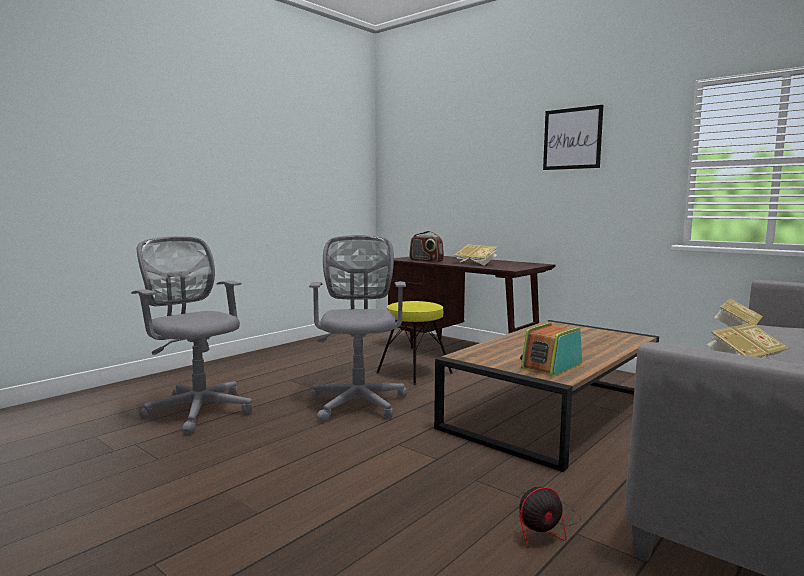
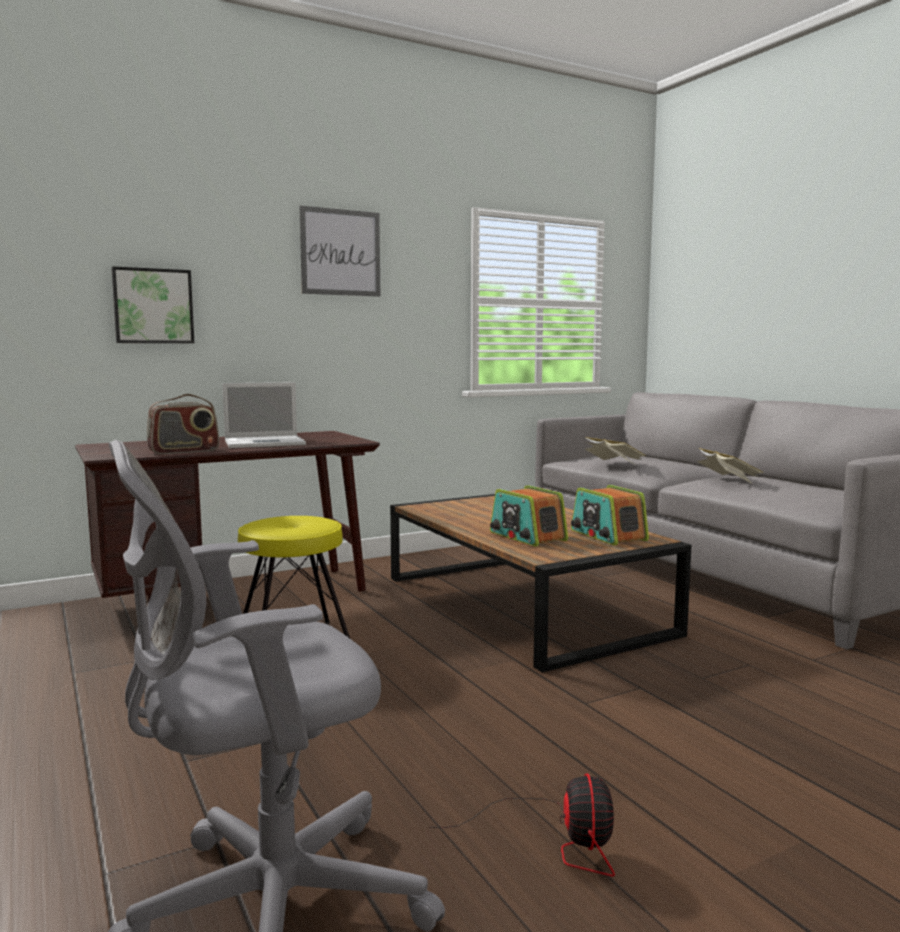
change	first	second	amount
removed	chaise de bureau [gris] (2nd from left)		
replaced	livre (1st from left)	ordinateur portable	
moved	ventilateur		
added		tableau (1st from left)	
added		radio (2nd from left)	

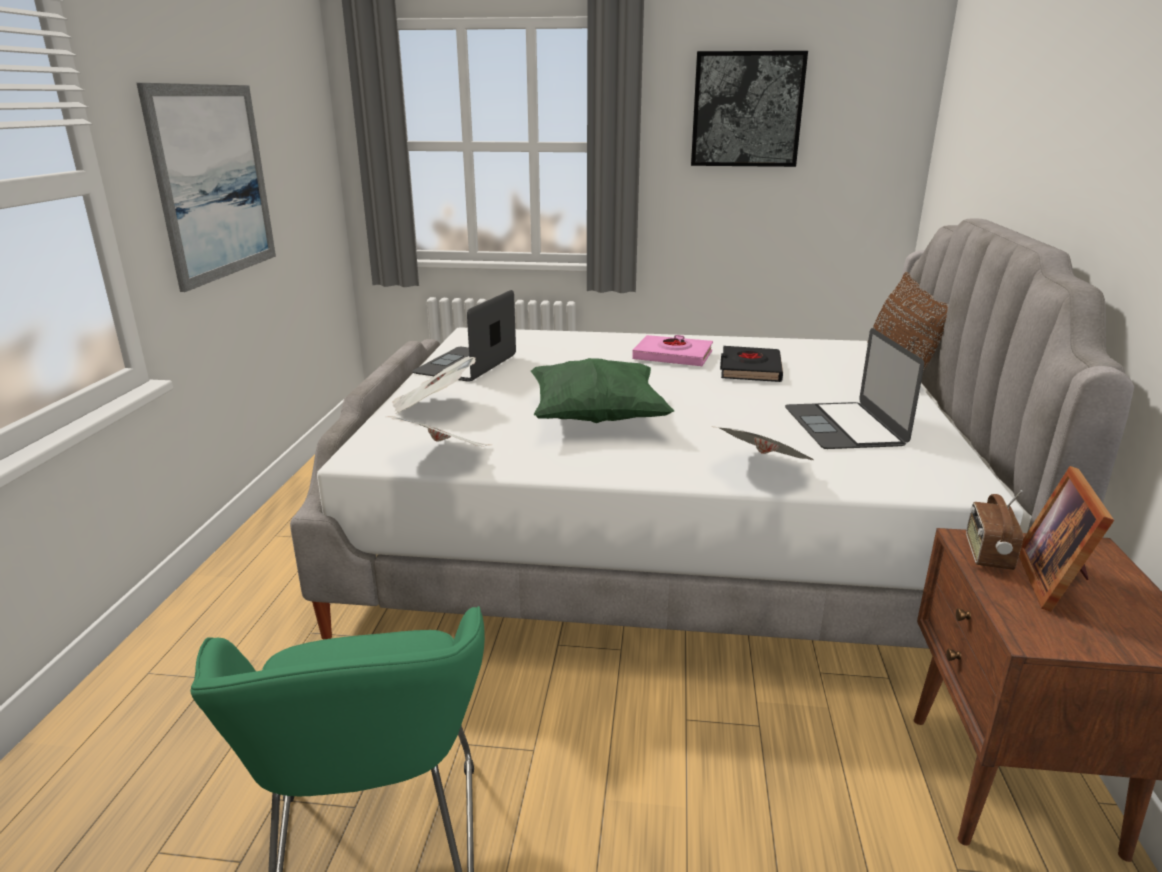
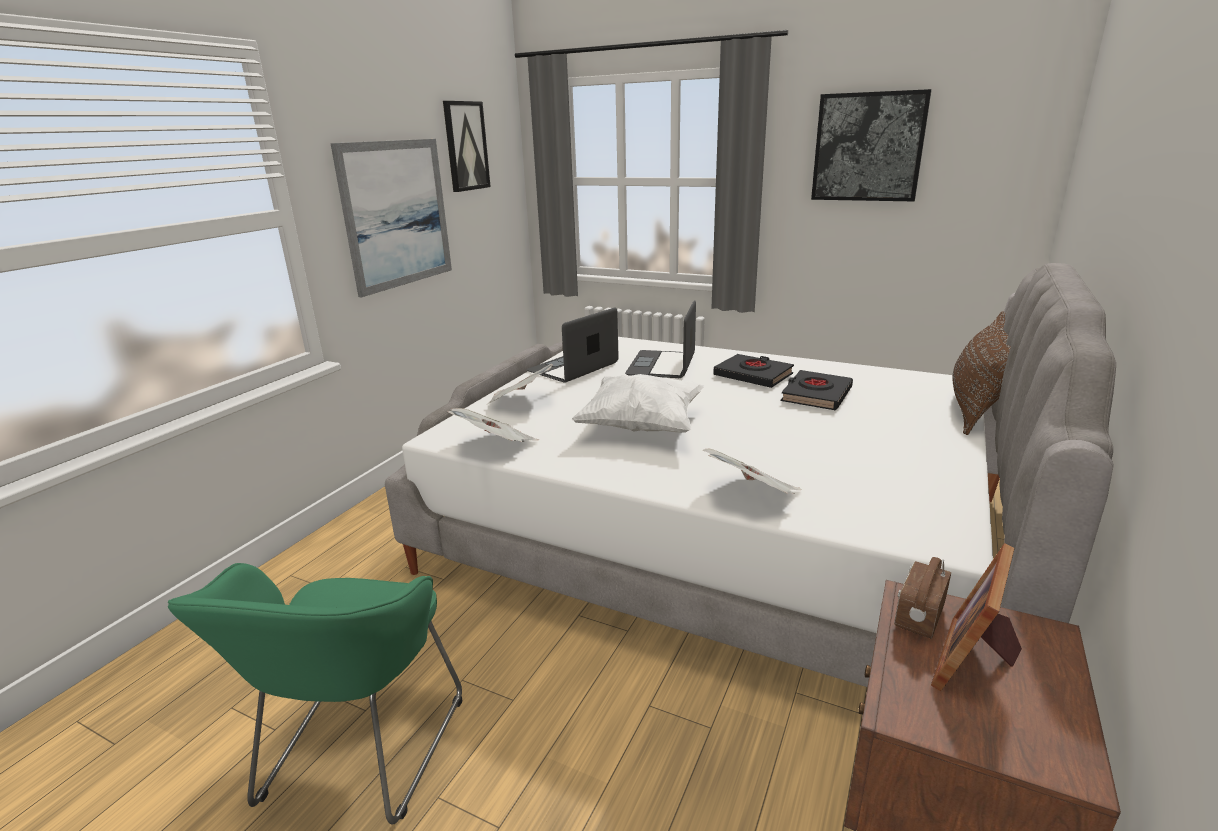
change	first	second	amount
moved	ordinateur portable (2nd from left)		
recoloured	livre [rose]	livre [noir] (1st from left)	
recoloured	coussin [vert]	coussin [blanc]	
added		tableau (2nd from left)	

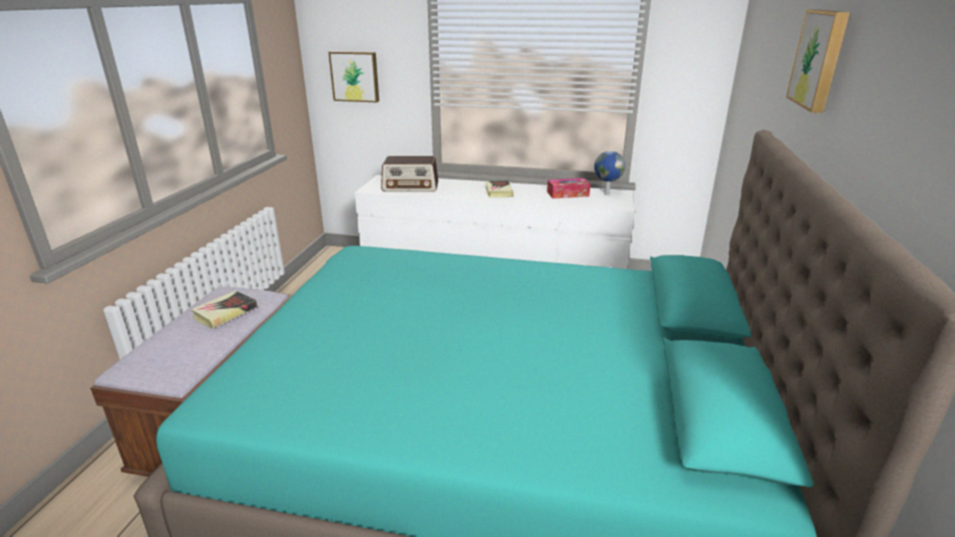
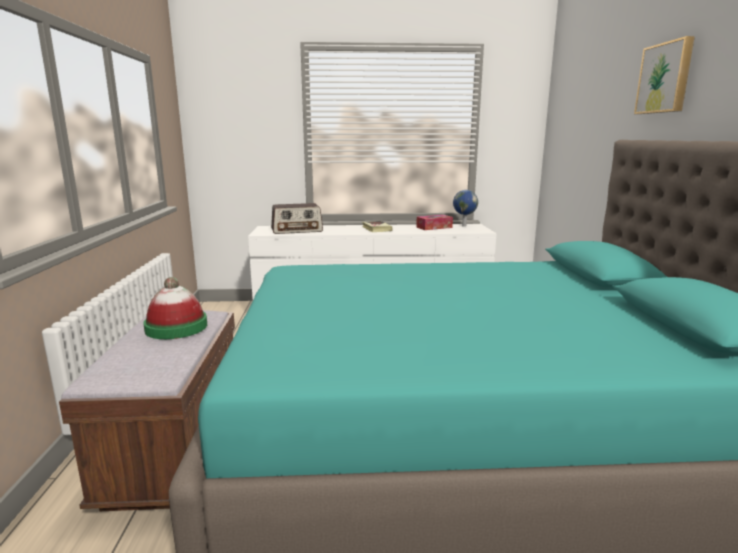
change	first	second	amount
removed	tableau (1st from left)		
replaced	livre (1st from left)	chapeau	

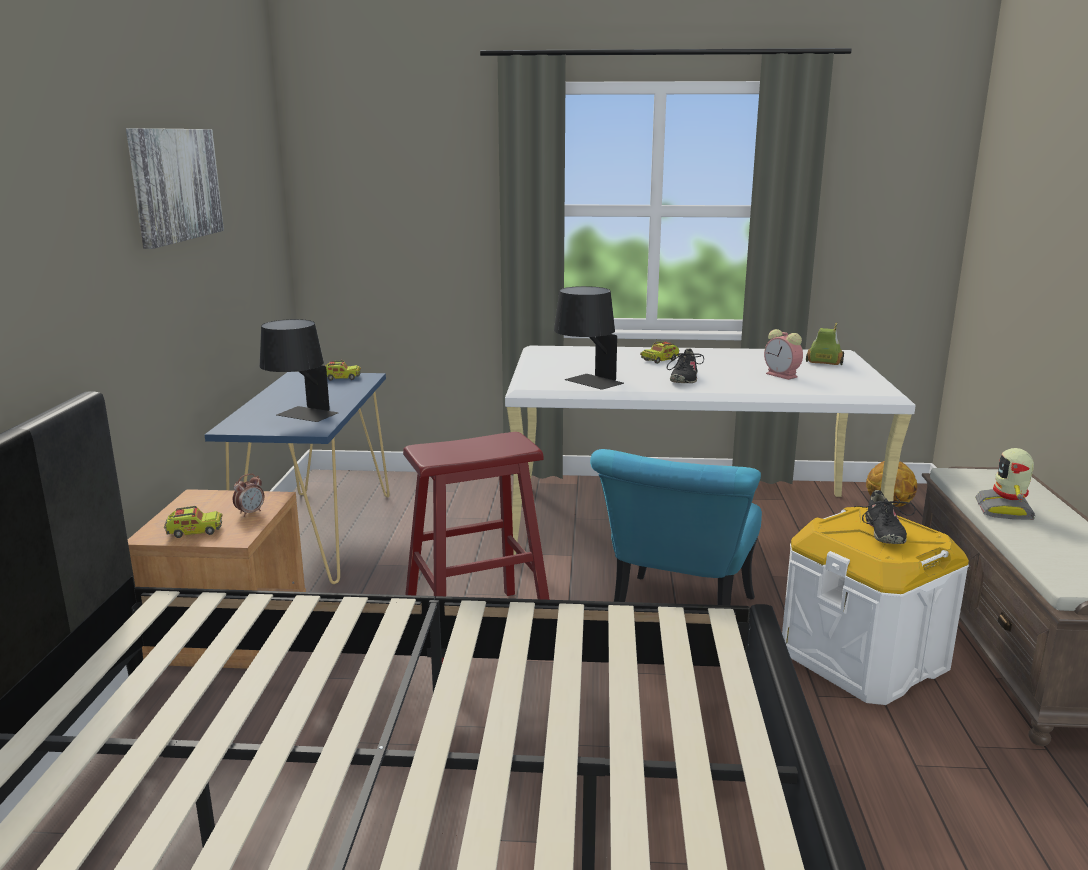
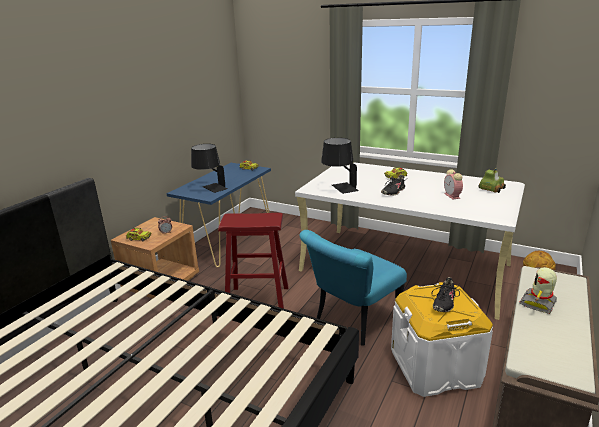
change	first	second	amount
removed	tableau		

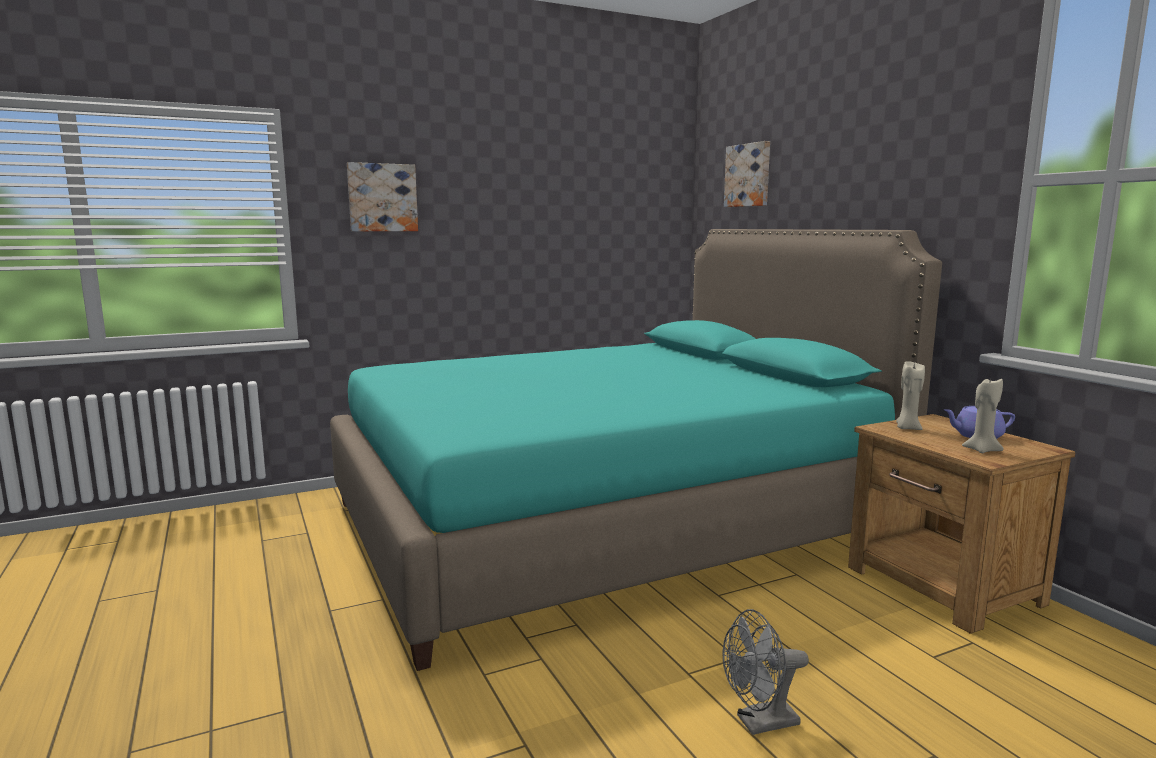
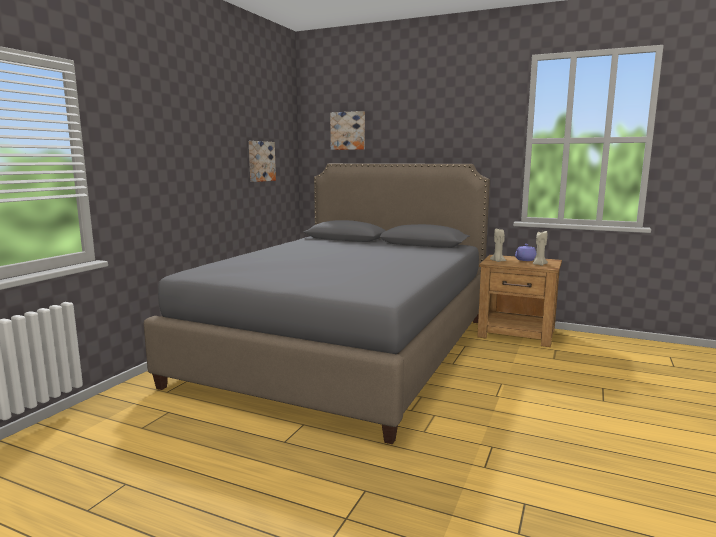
change	first	second	amount
moved	tableau (1st from left)		
recoloured	lit [turquoise]	lit [gris]	
removed	ventilateur [gris]		

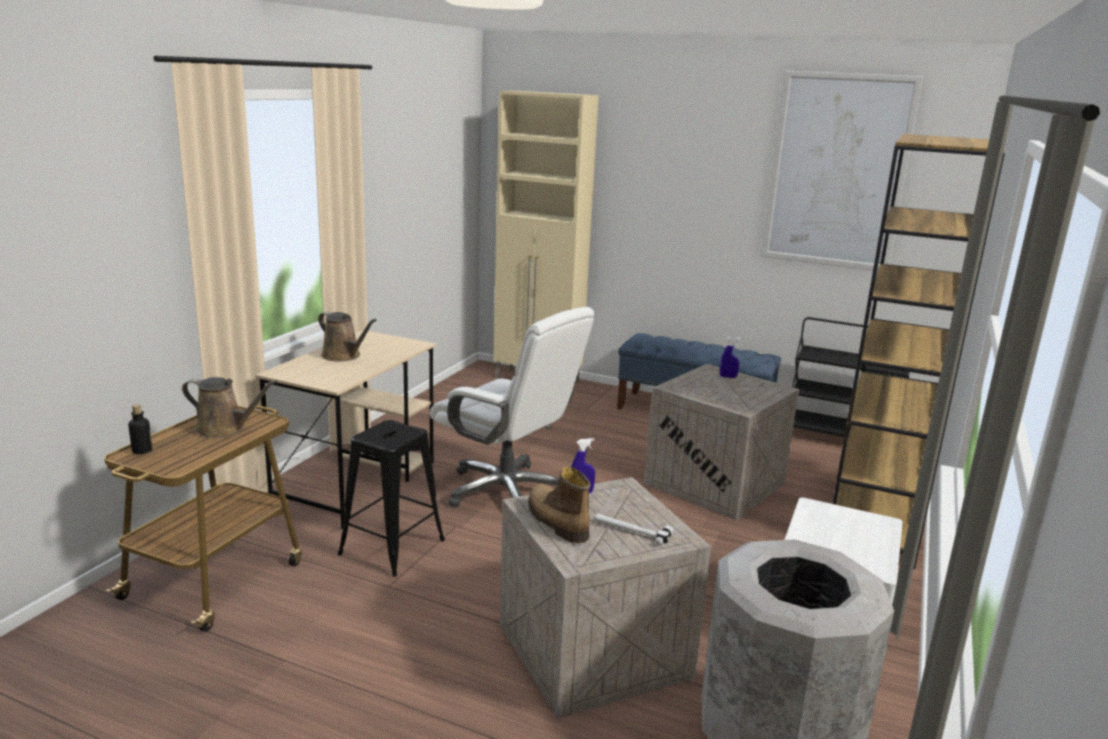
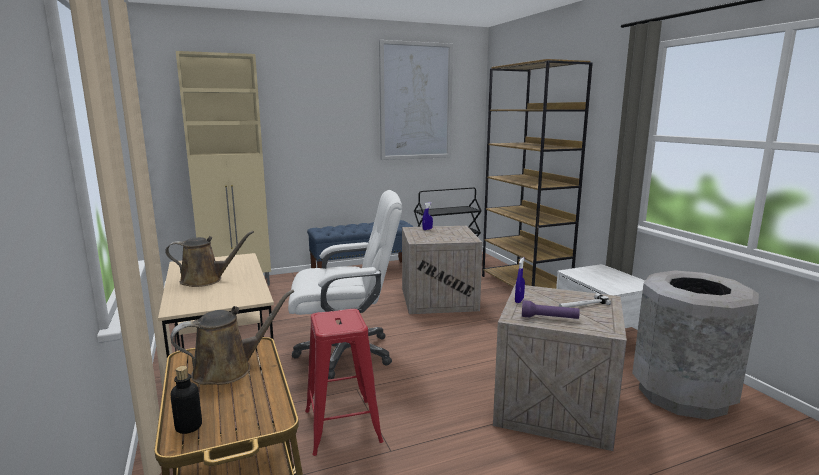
change	first	second	amount
recoloured	tabouret [noir]	tabouret [rouge]	
replaced	botte	lampe de poche [violet]	

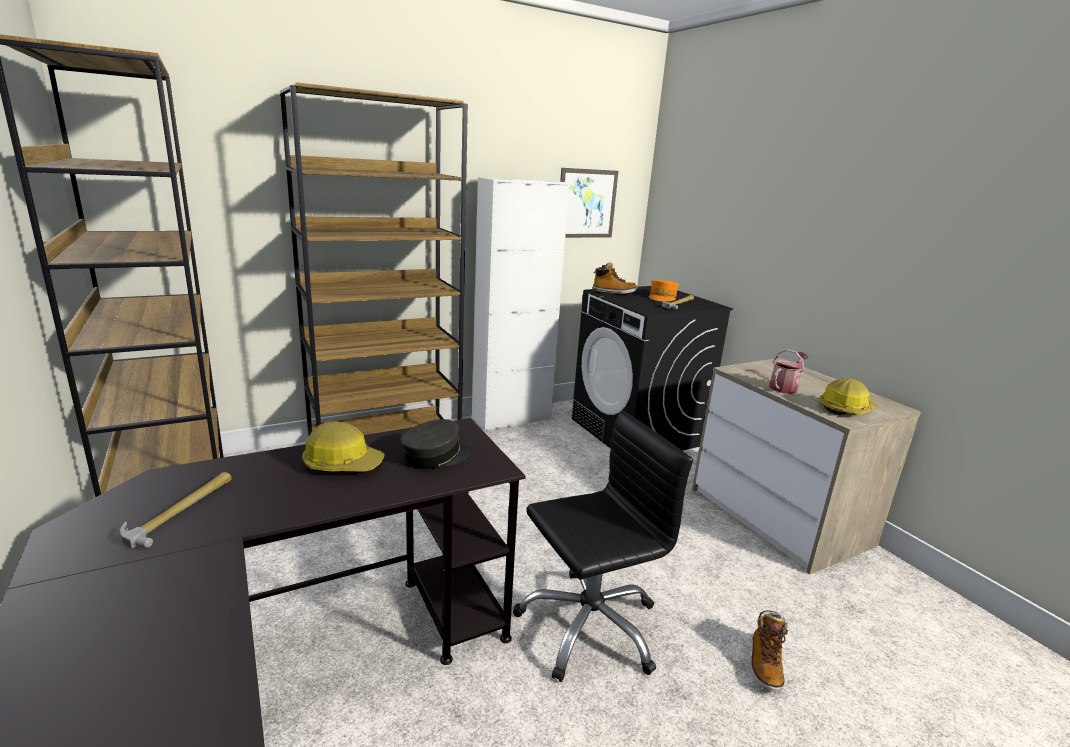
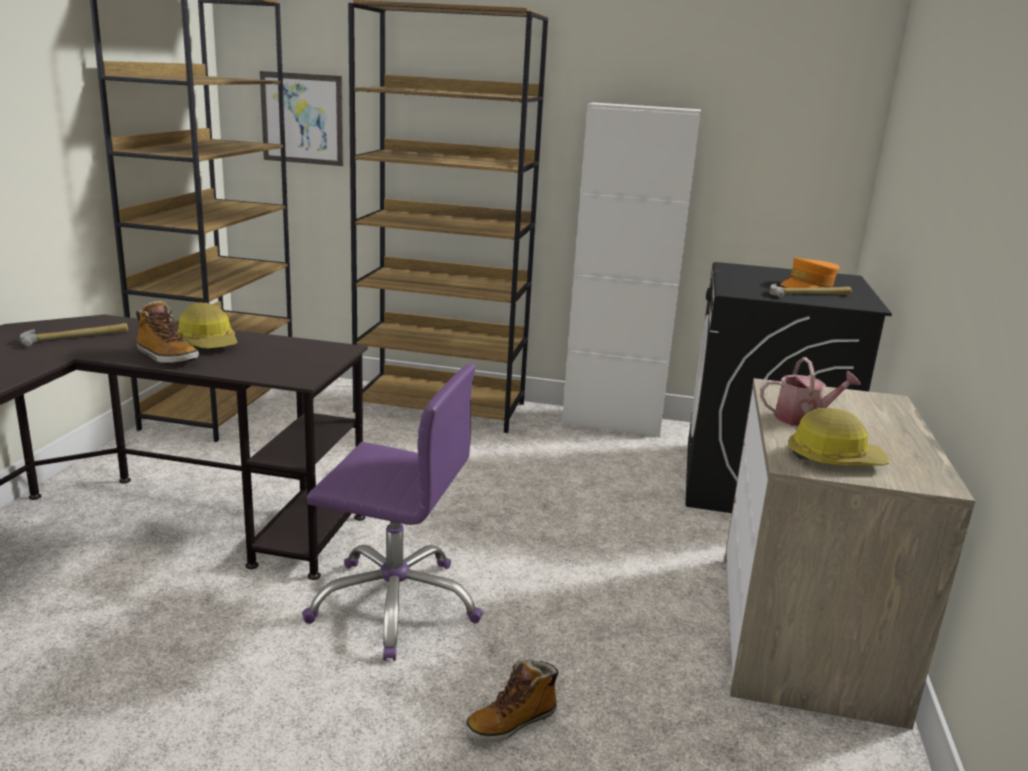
change	first	second	amount
moved	tableau		
moved	botte (1st from left)		
recoloured	chaise de bureau [noir]	chaise de bureau [violet]	
removed	casquette [gris]		

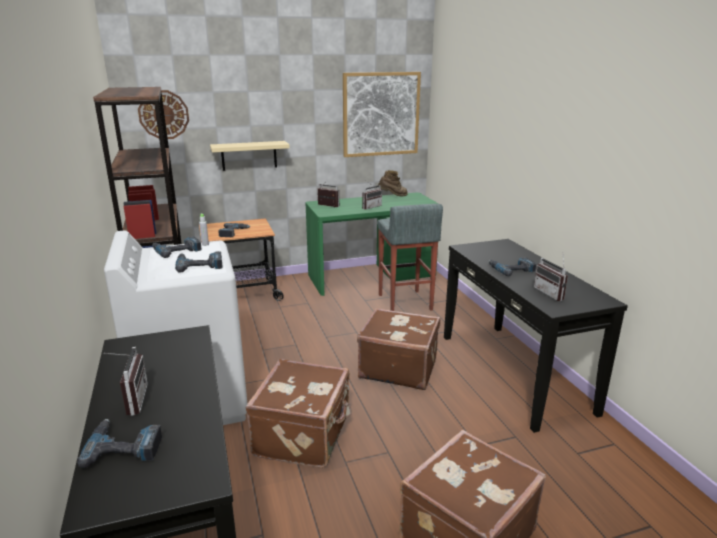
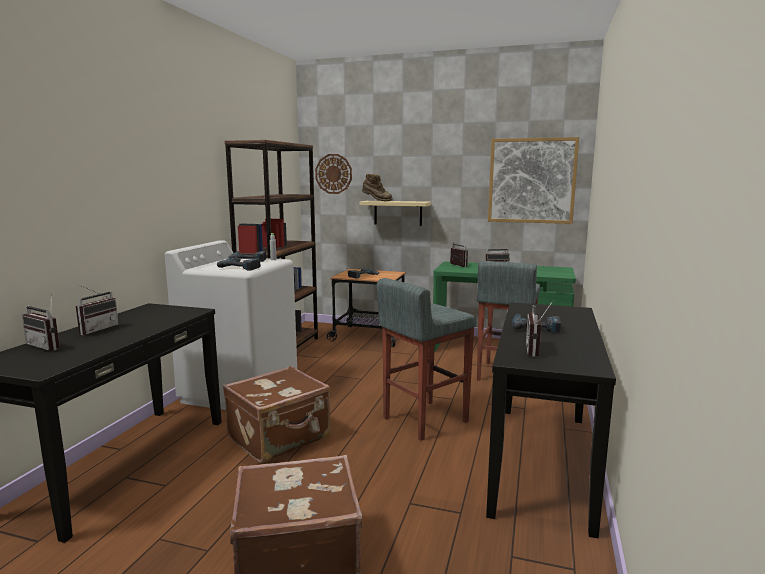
change	first	second	amount
moved	botte [marron]		
replaced	valise [marron] (2nd from left)	tabouret [gris] (1st from left)	
replaced	perceuse (1st from left)	radio (1st from left)	

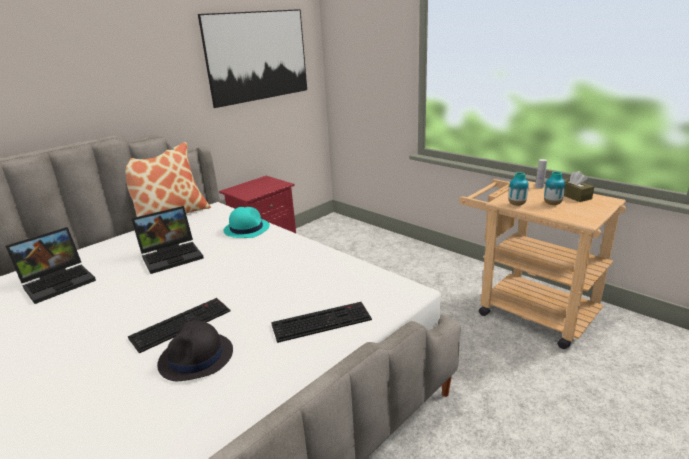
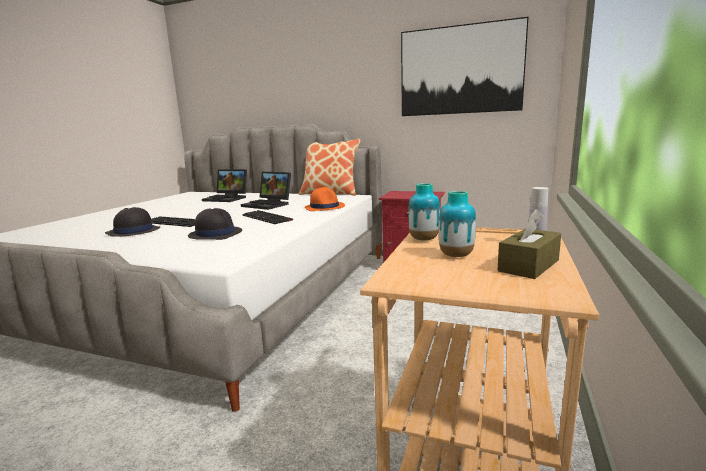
change	first	second	amount
recoloured	chapeau [turquoise]	chapeau [orange]	
moved	clavier (2nd from left)		
added		chapeau [noir] (2nd from left)	

